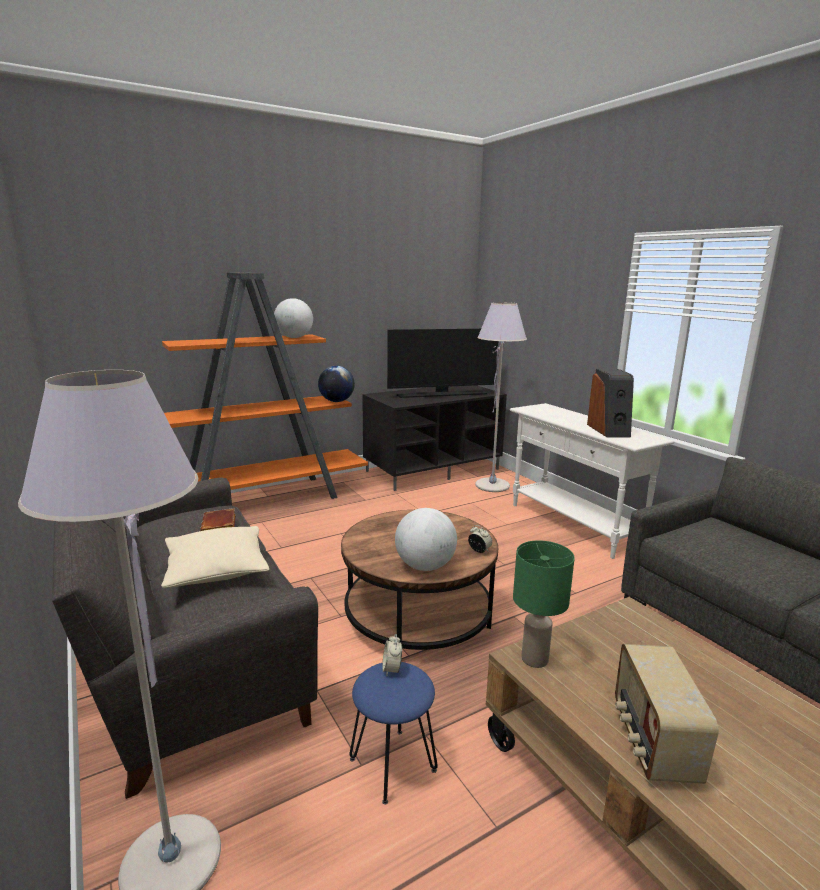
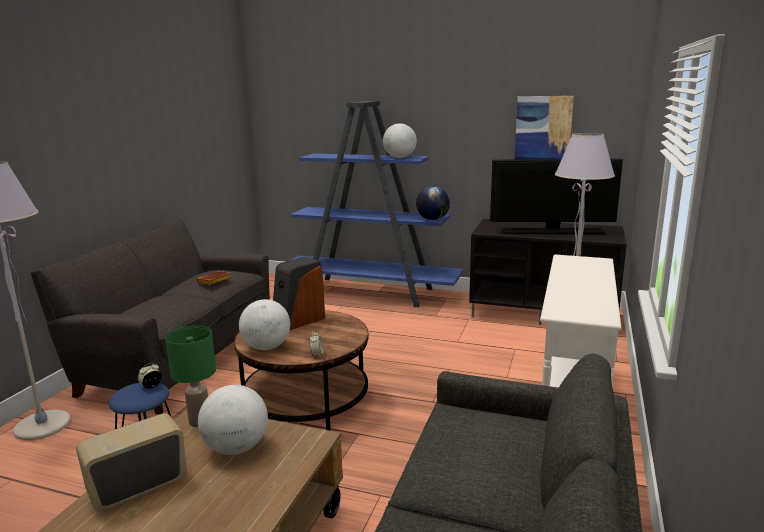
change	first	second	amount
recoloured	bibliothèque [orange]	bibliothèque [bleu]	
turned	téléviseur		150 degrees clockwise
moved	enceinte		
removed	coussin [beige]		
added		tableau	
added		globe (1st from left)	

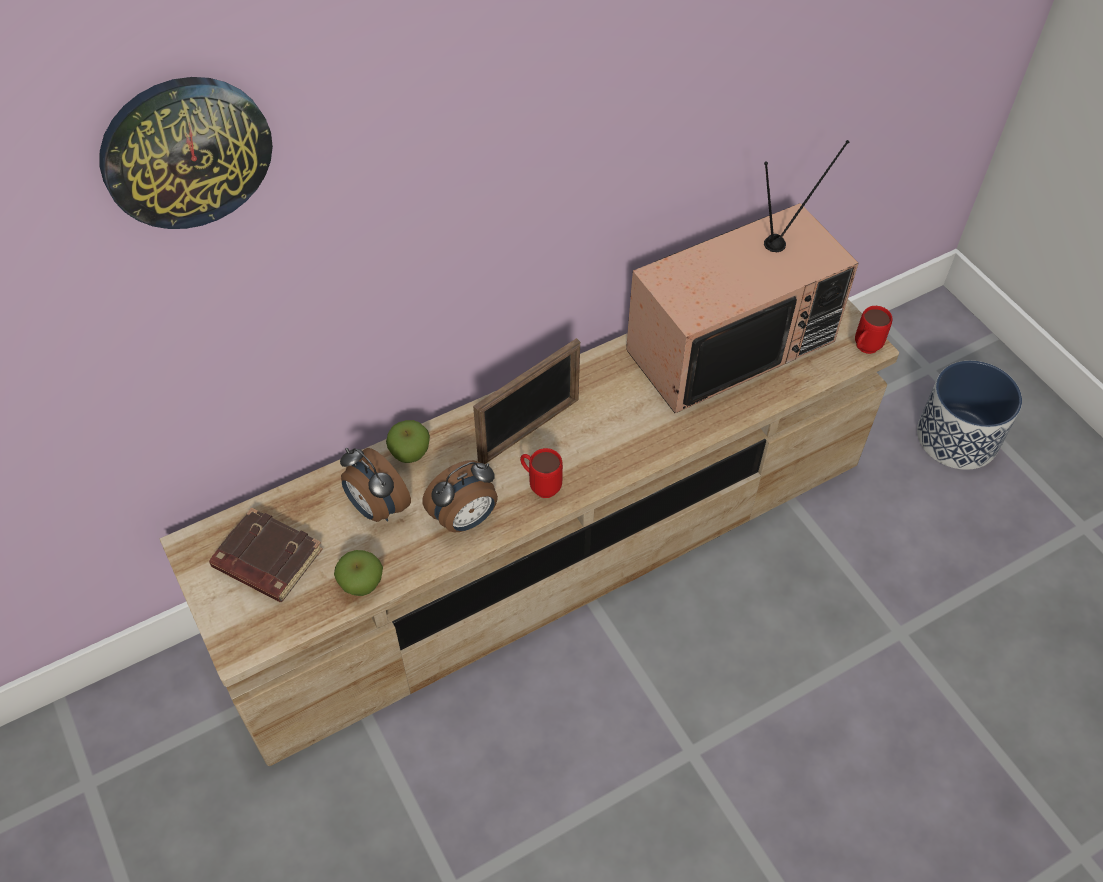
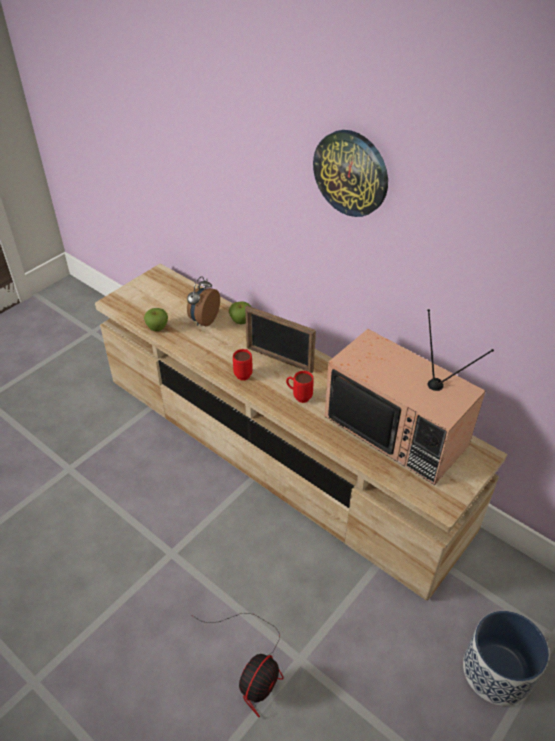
change	first	second	amount
moved	horloge murale		
moved	mug [rouge] (2nd from left)		
removed	réveil (2nd from left)		
removed	livre [marron]		
added		ventilateur	

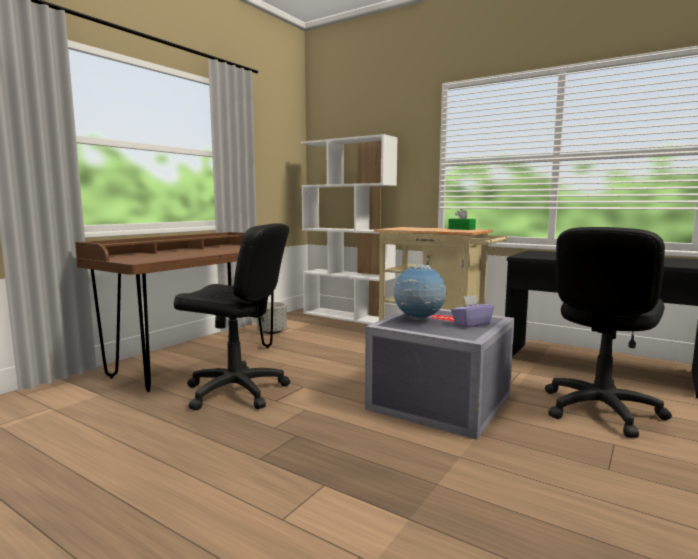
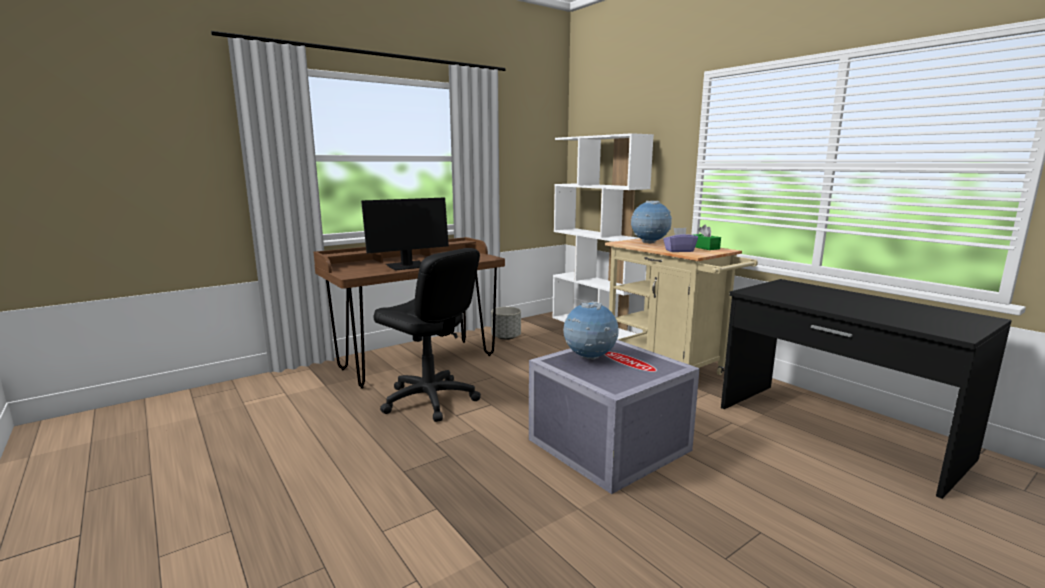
change	first	second	amount
removed	chaise de bureau [noir] (2nd from left)		
moved	boîte à mouchoirs [violet]		
added		écran d'ordinateur	
added		globe (2nd from left)	

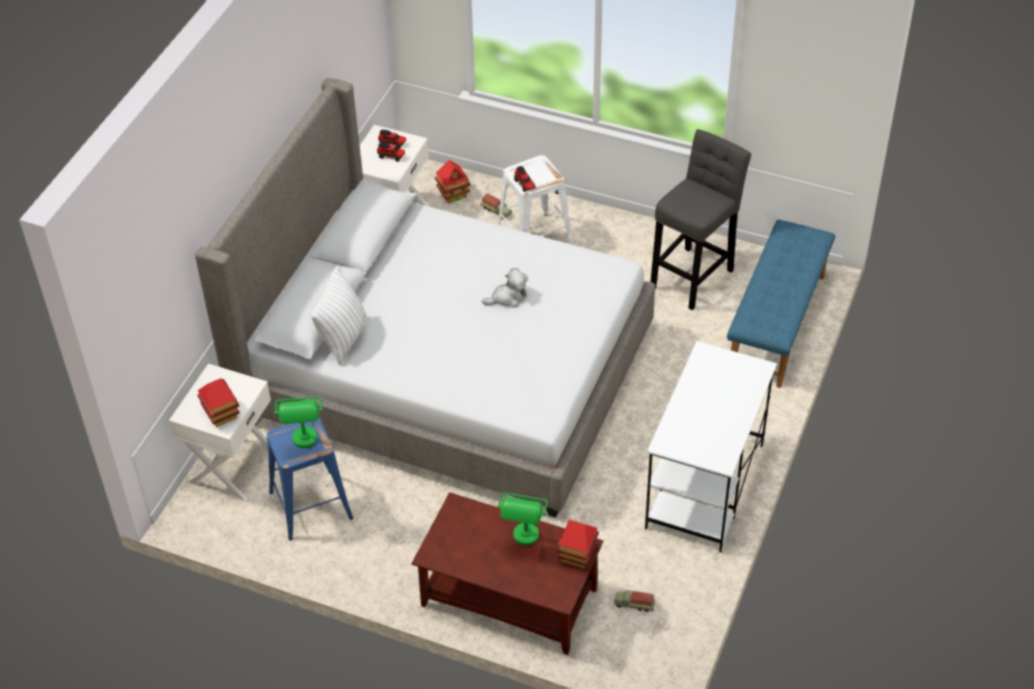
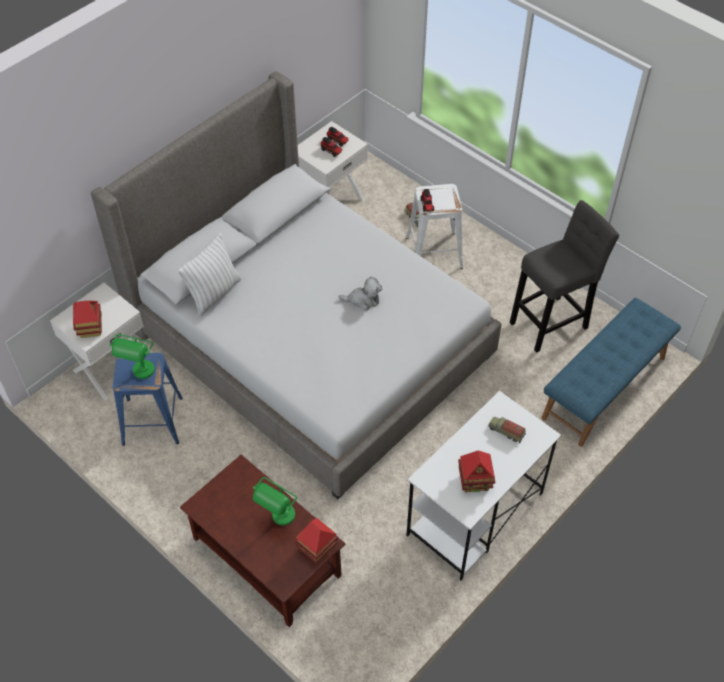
change	first	second	amount
moved	maison miniature (2nd from left in the first image)	maison miniature (3rd from left)	
moved	camion jouet (5th from left)		

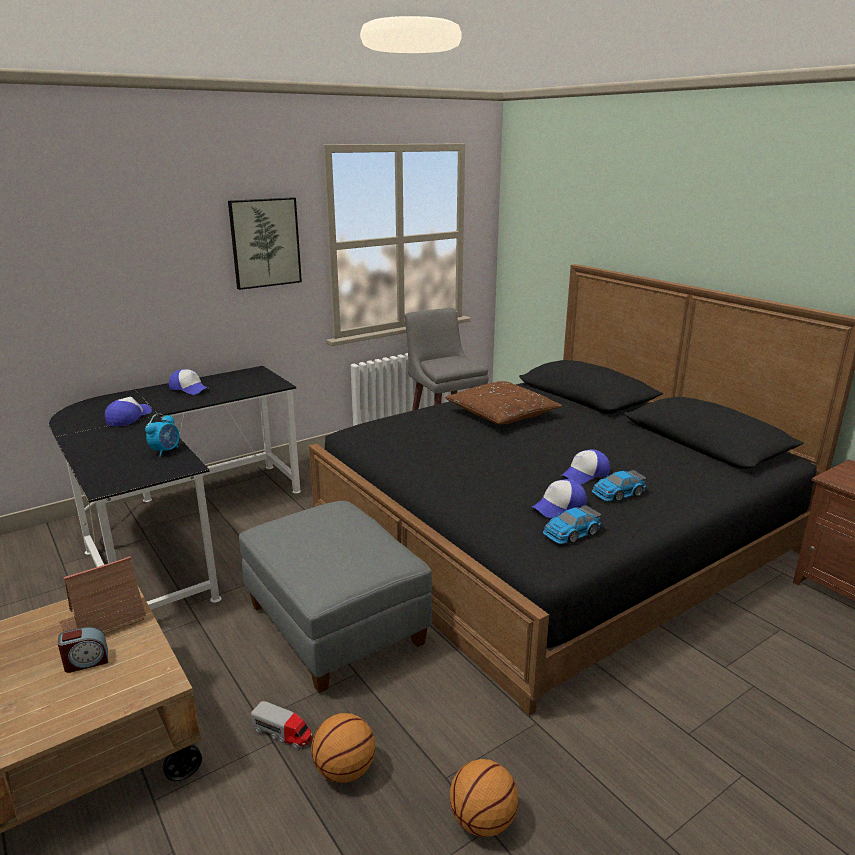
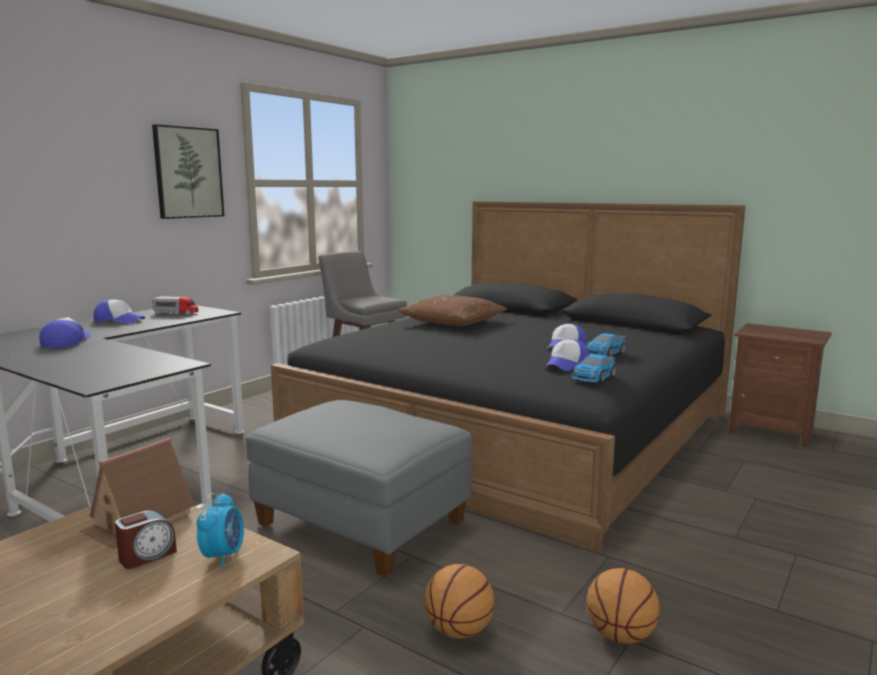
change	first	second	amount
moved	réveil (2nd from left)		
moved	camion jouet		

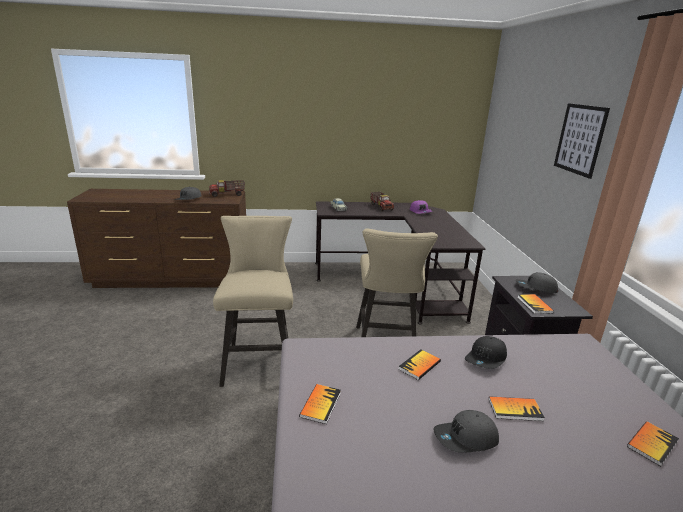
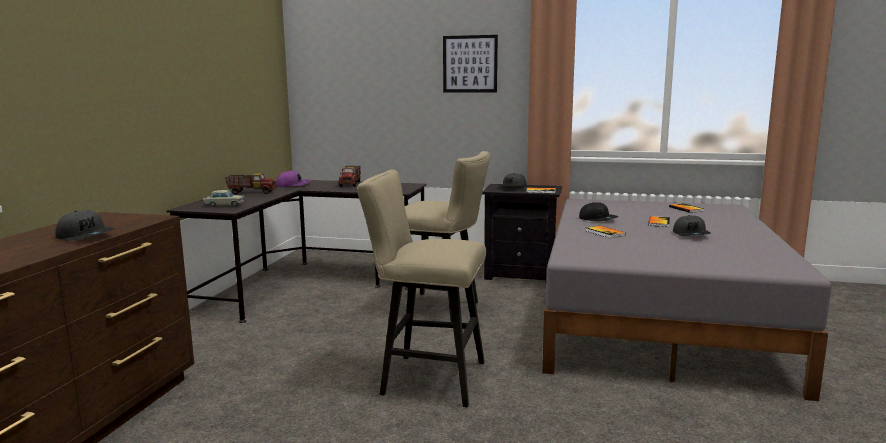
change	first	second	amount
moved	camion jouet (1st from left in the first image)	camion jouet (2nd from left)	
removed	livre (1st from left)		

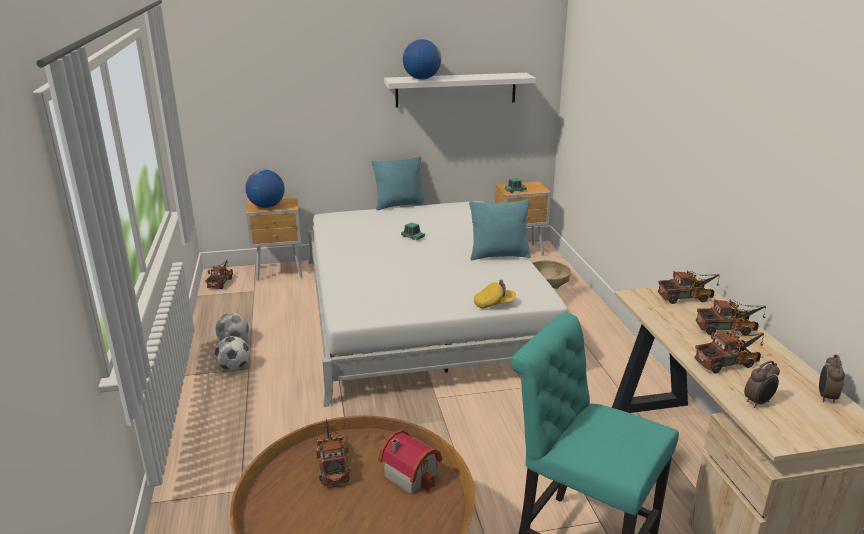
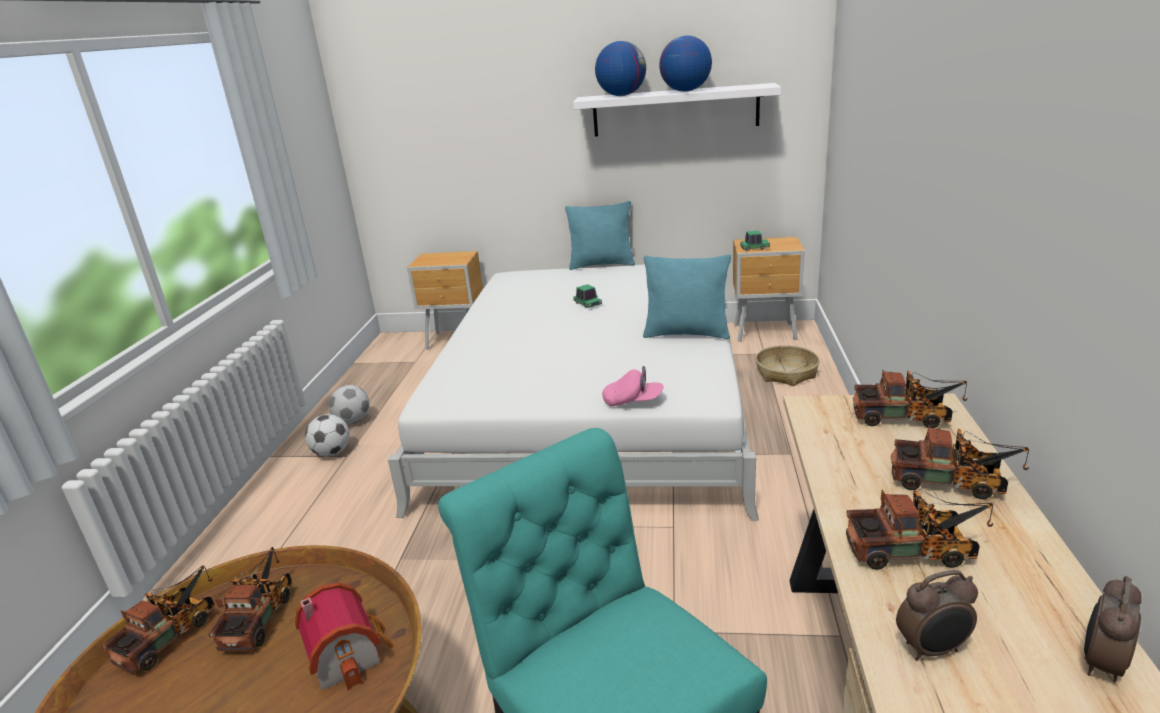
change	first	second	amount
moved	globe (1st from left in the first image)	globe (2nd from left)	
moved	camion jouet (1st from left)		
recoloured	casquette [jaune]	casquette [rose]	

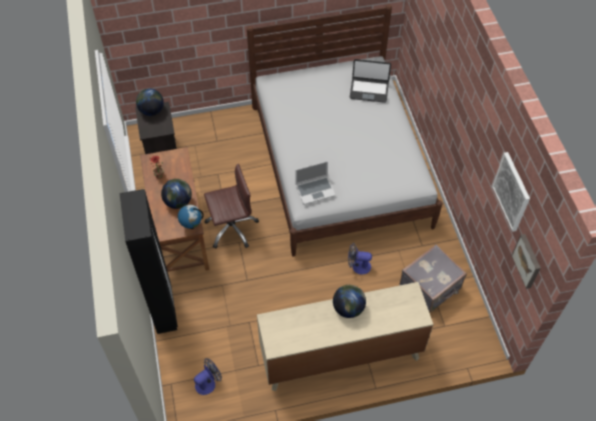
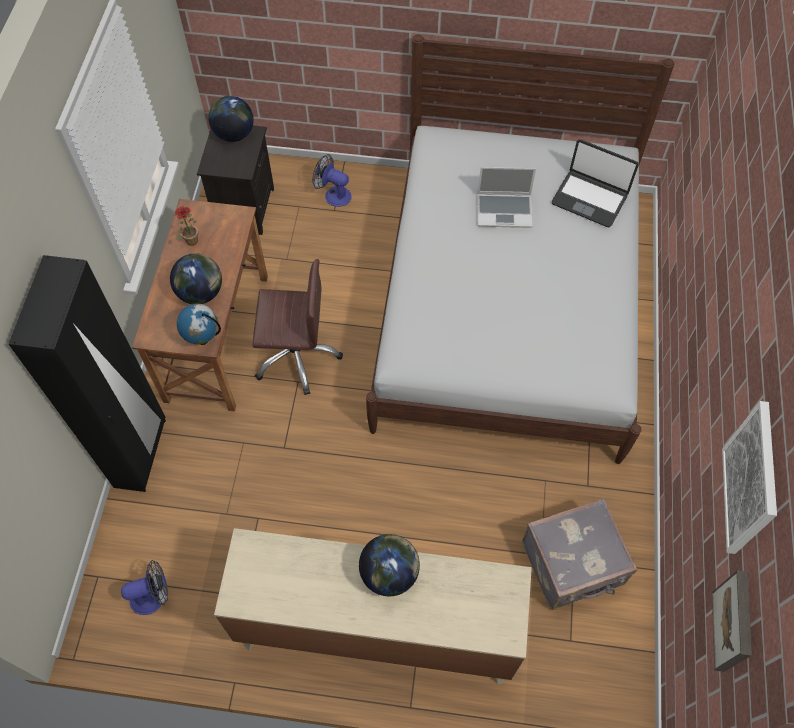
change	first	second	amount
moved	ordinateur portable (1st from left)		
moved	ventilateur (2nd from left)		

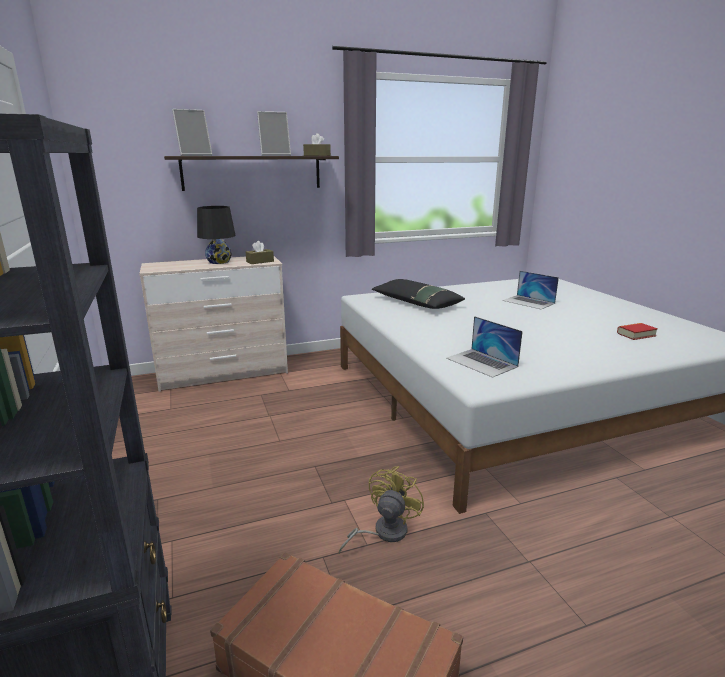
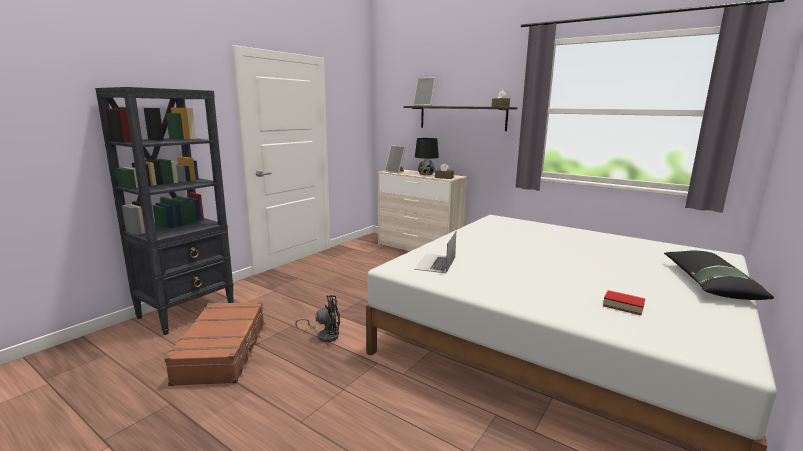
change	first	second	amount
moved	cadre photo (2nd from left in the first image)	cadre photo (1st from left)	
removed	ordinateur portable (2nd from left)		
moved	coussin [noir]		
recoloured	ventilateur [jaune]	ventilateur [noir]	

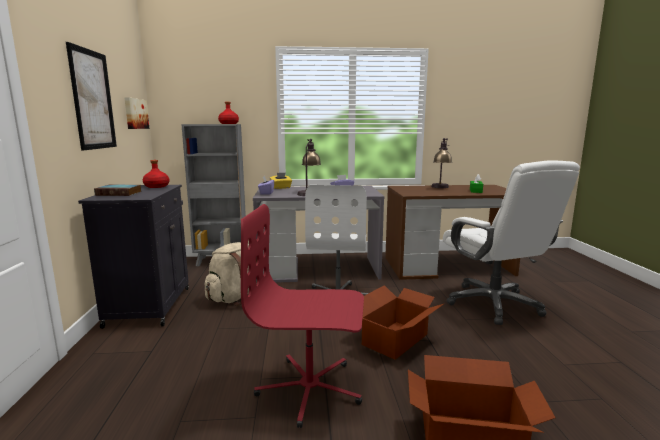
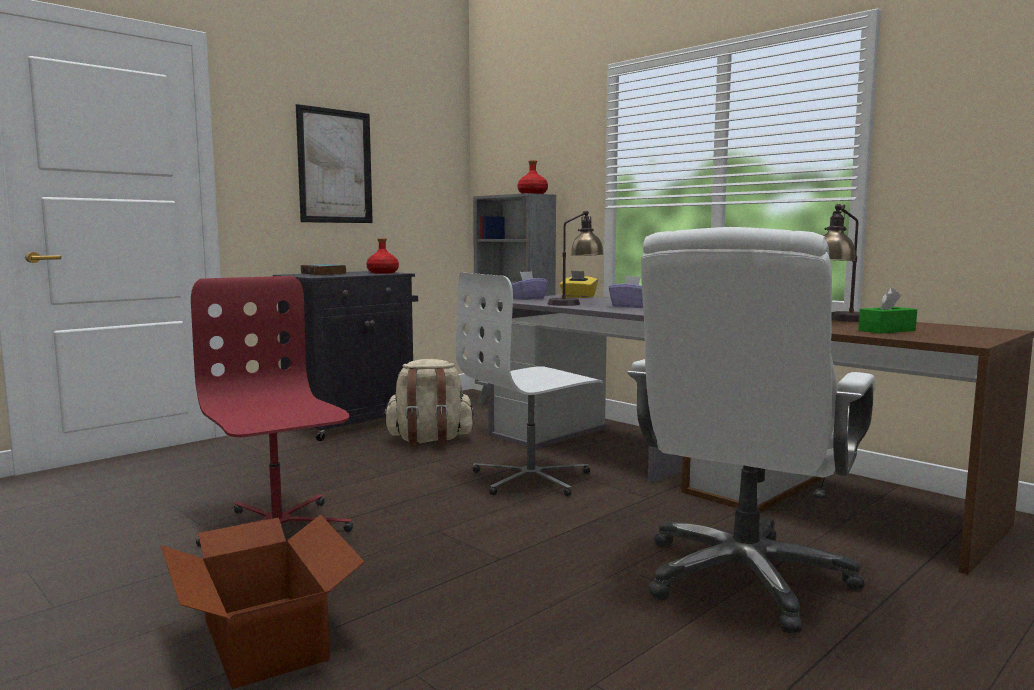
change	first	second	amount
removed	tableau (2nd from left)		
removed	carton (1st from left)		

